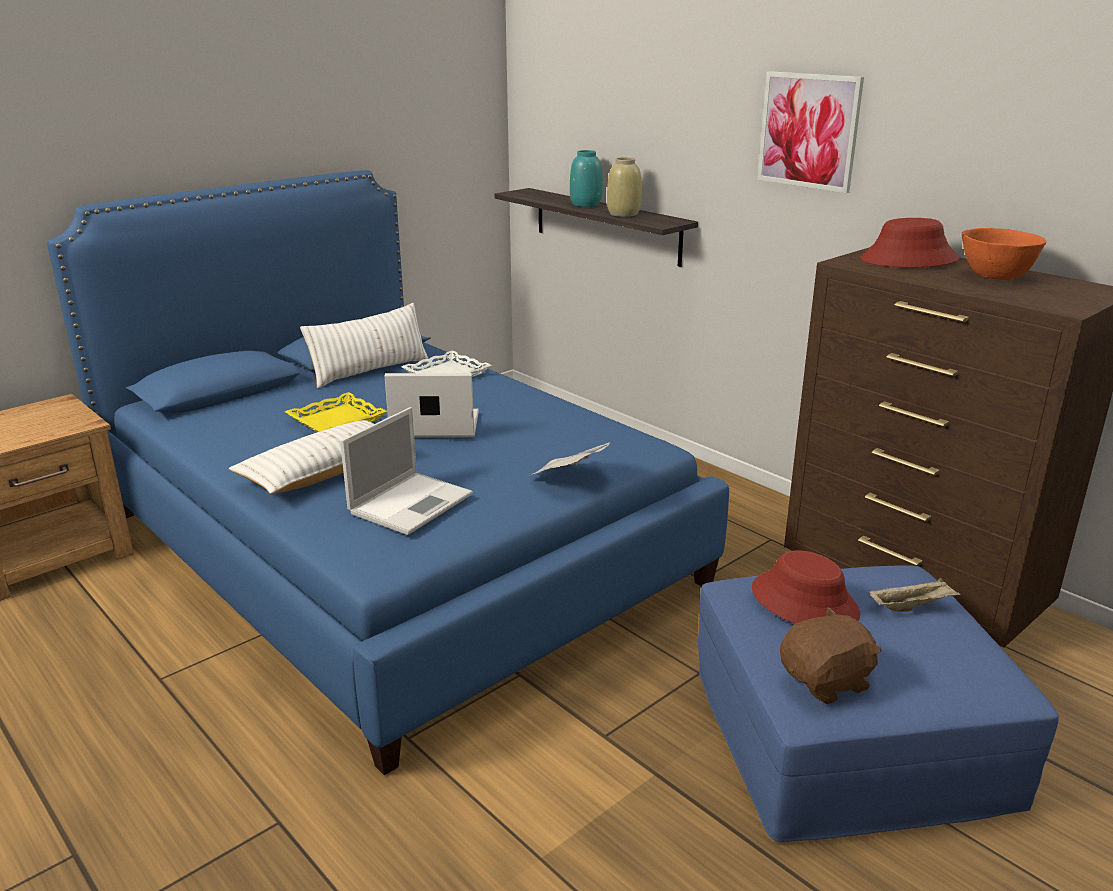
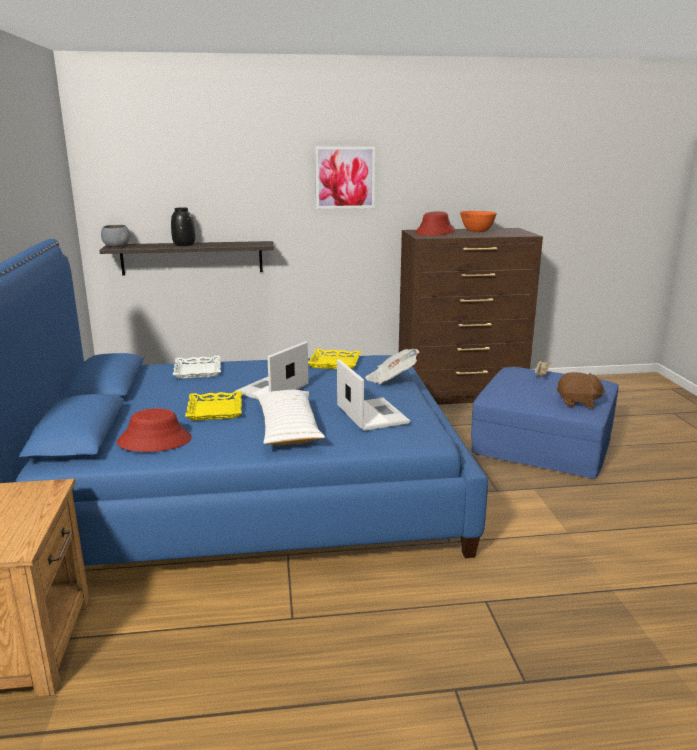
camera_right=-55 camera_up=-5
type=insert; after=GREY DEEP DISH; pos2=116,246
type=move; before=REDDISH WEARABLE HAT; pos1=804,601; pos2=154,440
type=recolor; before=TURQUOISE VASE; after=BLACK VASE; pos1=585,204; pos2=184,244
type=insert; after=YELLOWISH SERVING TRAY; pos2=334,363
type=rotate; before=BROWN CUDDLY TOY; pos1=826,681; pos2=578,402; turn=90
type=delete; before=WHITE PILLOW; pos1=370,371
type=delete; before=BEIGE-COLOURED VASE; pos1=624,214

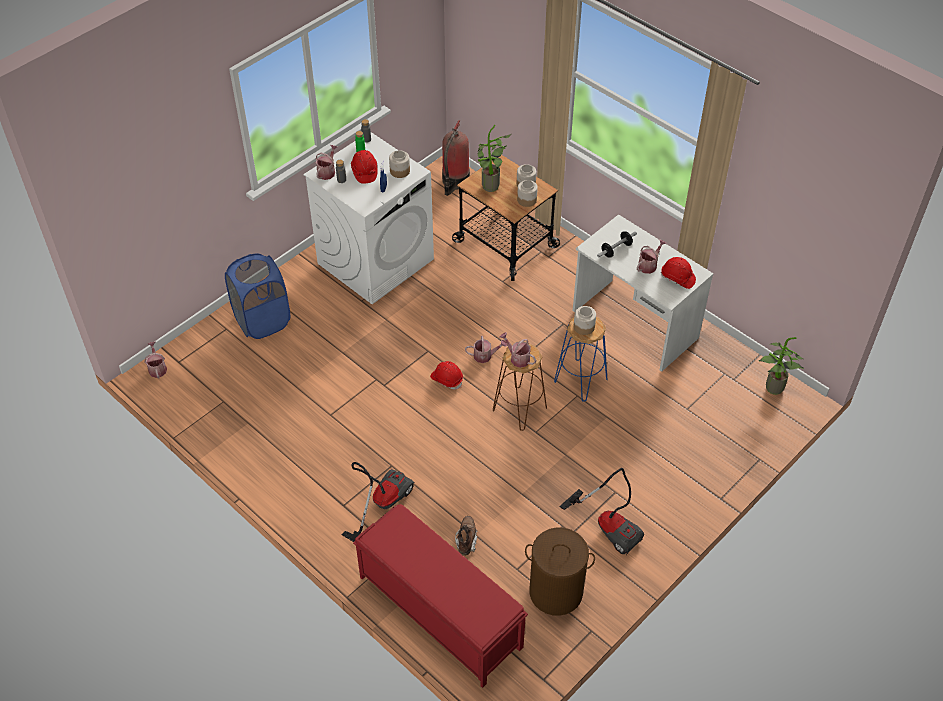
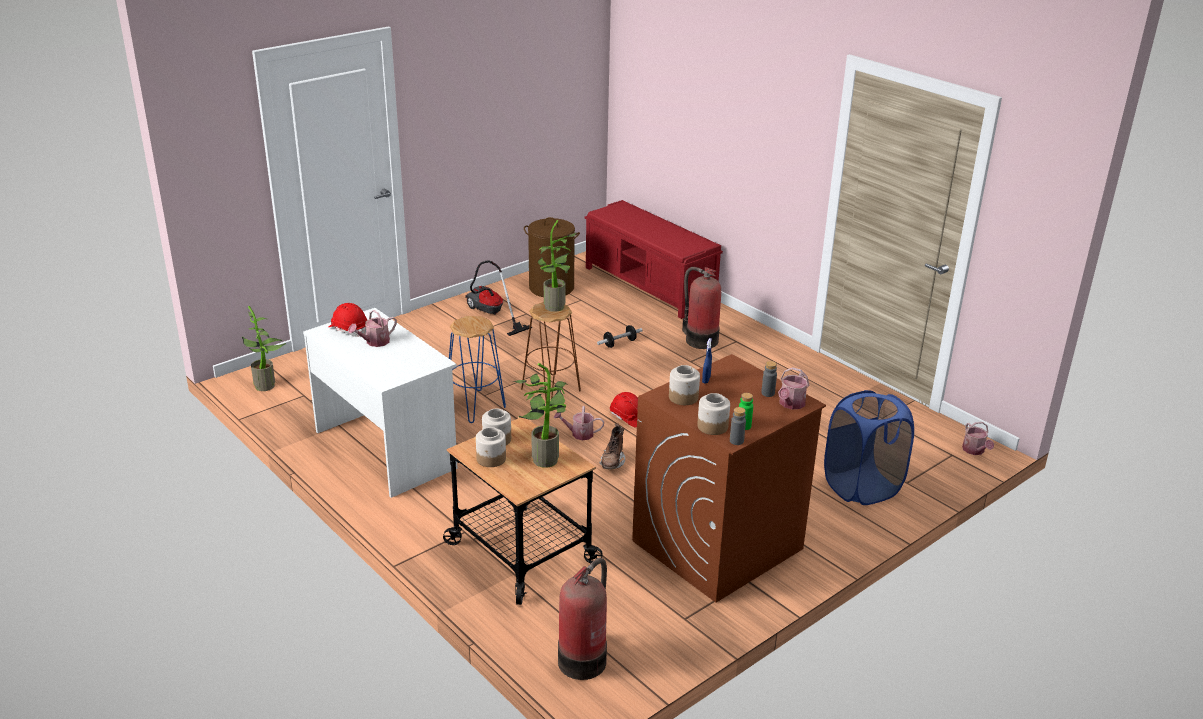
camera_right=-175 camera_up=-20
type=replace; before=WATERING POT; after=POTTED PLANT; pos1=517,358; pos2=556,308
type=move; before=HAND WEIGHT; pos1=616,250; pos2=619,343
type=move; before=BROWN HIGH-TOP BOOT; pos1=466,539; pos2=612,462
type=recolor; before=WHITE LAUNDRY APPLIANCE; after=BROWN LAUNDRY APPLIANCE; pos1=376,261; pos2=717,545
type=replace; before=VACUUM; after=FIRE EXTINGUISHER; pos1=381,504; pos2=699,339
type=move; before=STORAGE JAR; pos1=584,327; pos2=712,427
type=delete; before=REDDISH WORK HELMET; pos1=364,172

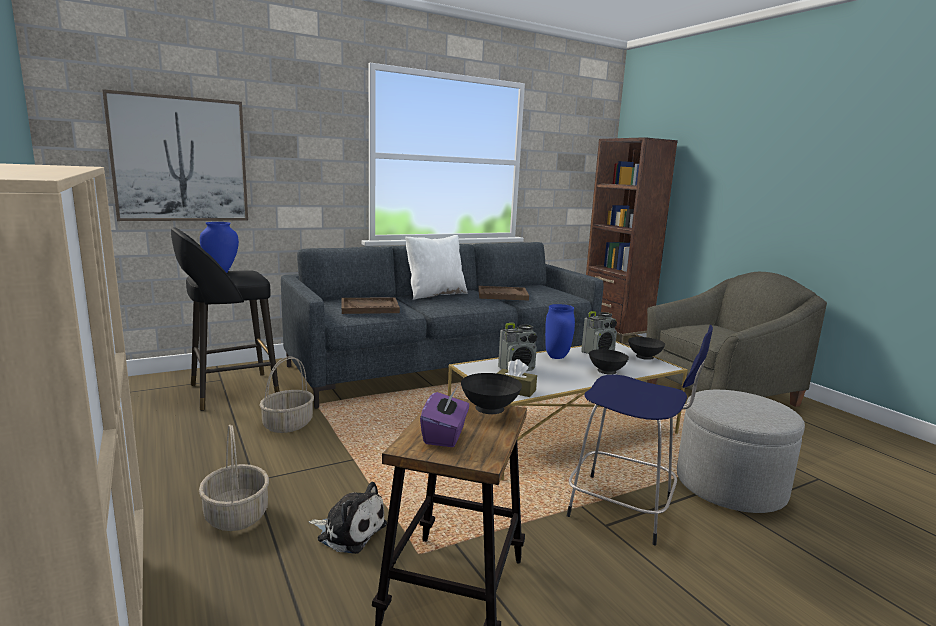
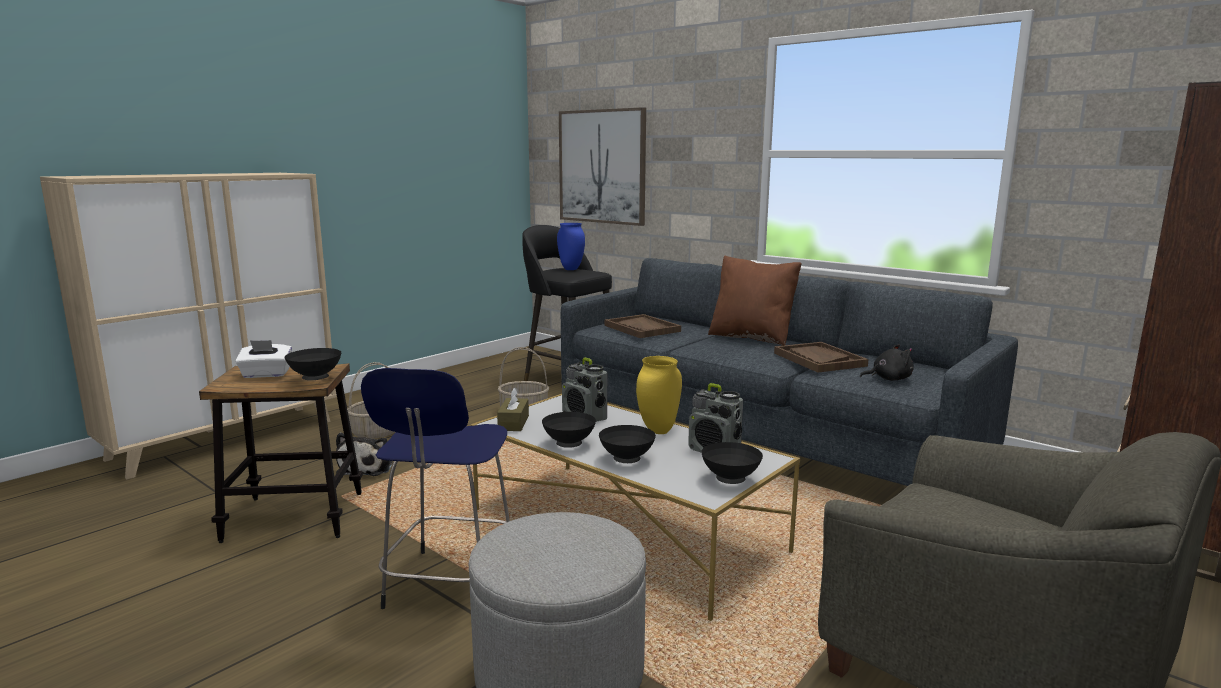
camera_right=70 camera_up=0
type=recolor; before=PURPLE-COLOURED BOX OF TISSUES; after=WHITE BOX OF TISSUES; pos1=445,435; pos2=266,374
type=insert; after=BLACK DEEP DISH; pos2=570,445
type=recolor; before=BLUE-COLOURED VASE; after=YELLOWISH VASE; pos1=556,357; pos2=657,430
type=recolor; before=WHITE PILLOW; after=BROWN PILLOW; pos1=435,294; pos2=752,338
type=insert; after=BLACK CUDDLY TOY; pos2=888,379

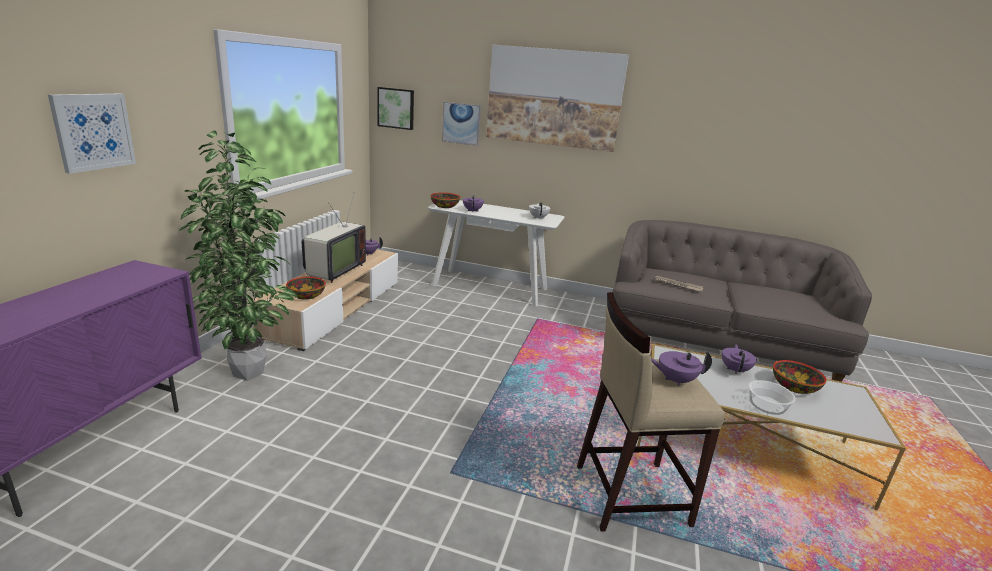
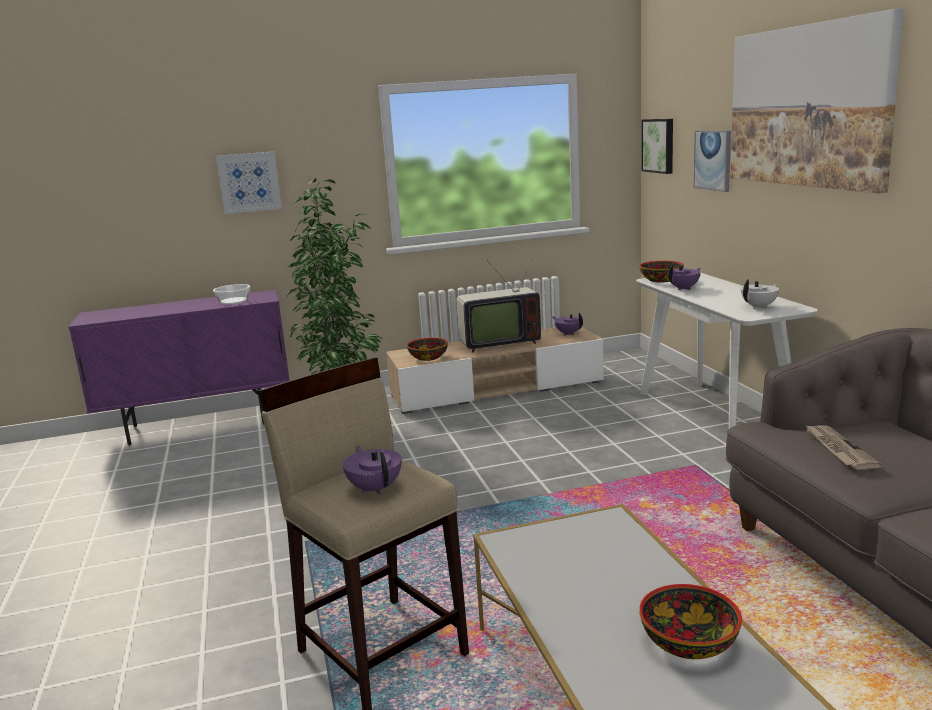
camera_right=60 camera_up=-5
type=move; before=DEEP DISH; pos1=767,405; pos2=233,300
type=delete; before=PURPLE-COLOURED POT FOR TEA; pos1=735,370

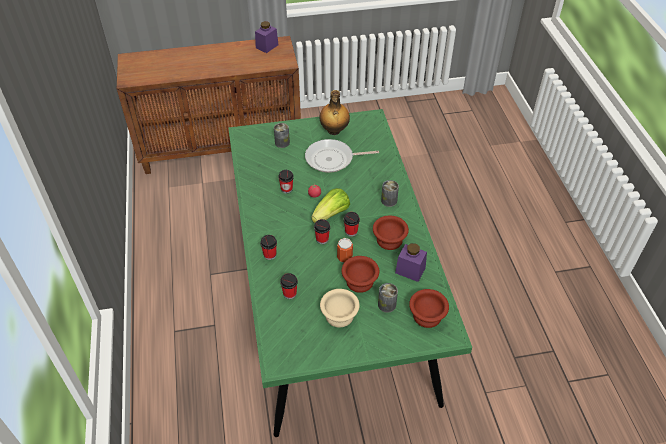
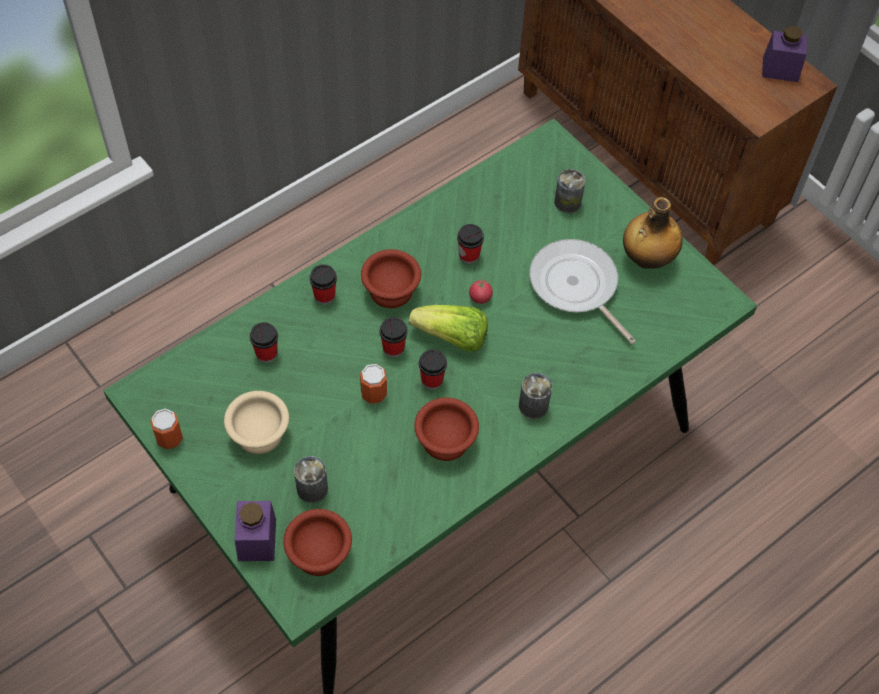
camera_right=60 camera_up=10
type=insert; after=SEALED CAN; pos2=169,438
type=move; before=PURPLE-COLOURED STORAGE JAR; pos1=410,270; pos2=257,539
type=move; before=BROWN DEEP DISH; pos1=360,282; pos2=390,292

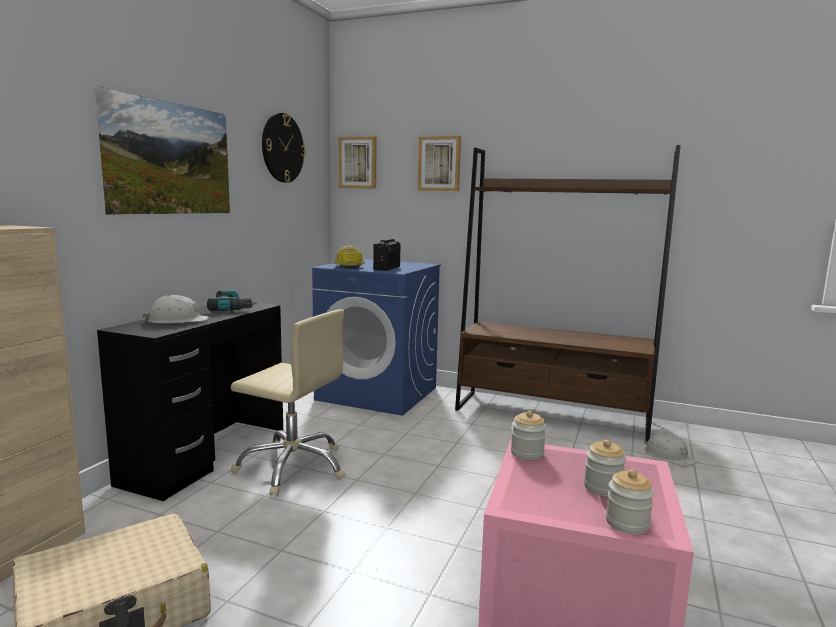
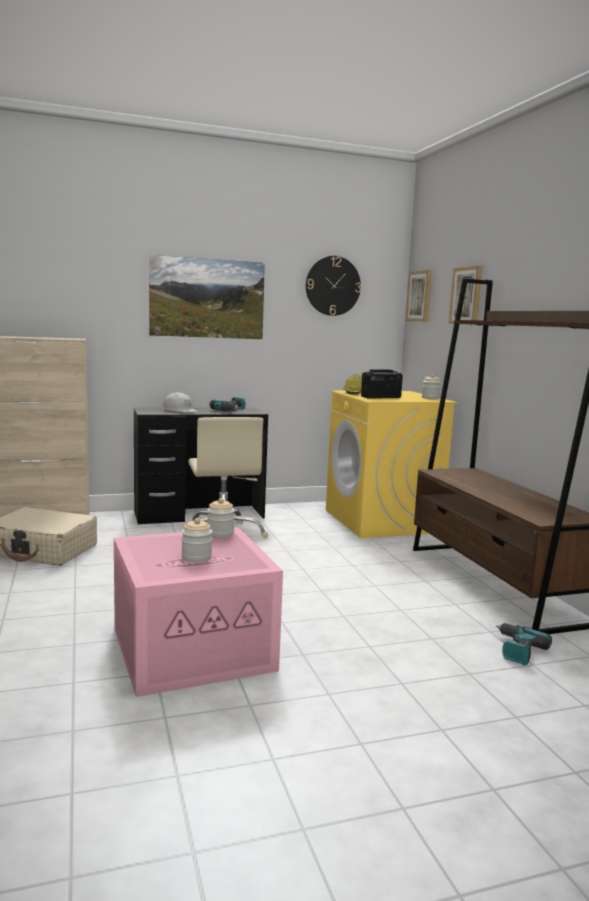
camera_right=50 camera_up=0
type=recolor; before=BLUE-COLOURED LAUNDRY APPLIANCE; after=YELLOWISH LAUNDRY APPLIANCE; pos1=378,393; pos2=382,521
type=move; before=STORAGE JAR; pos1=627,523; pos2=430,398
type=replace; before=WHITE WORK HELMET; after=POWER DRILL; pos1=668,456; pos2=517,650

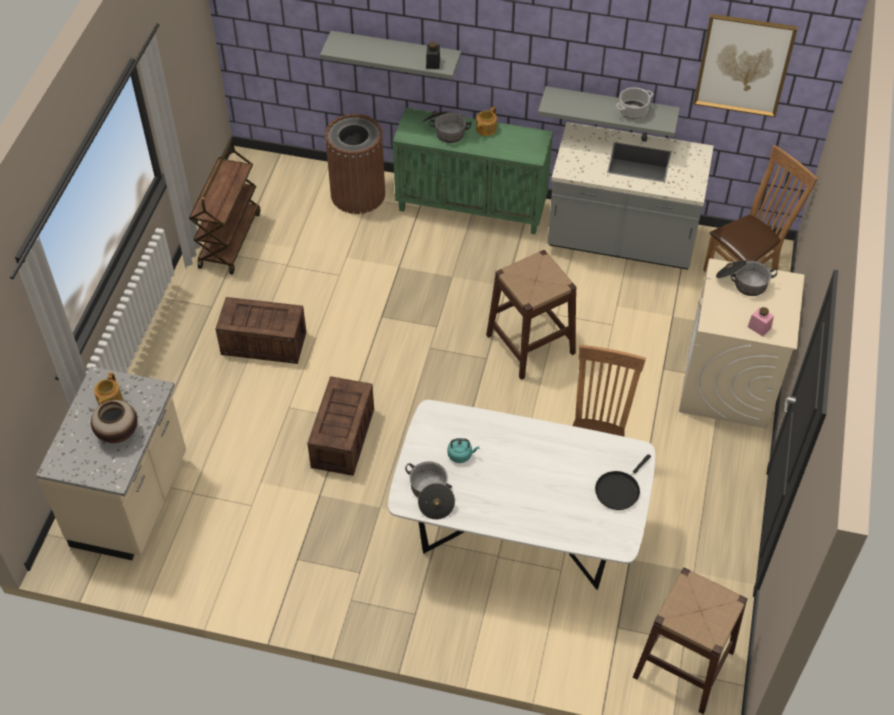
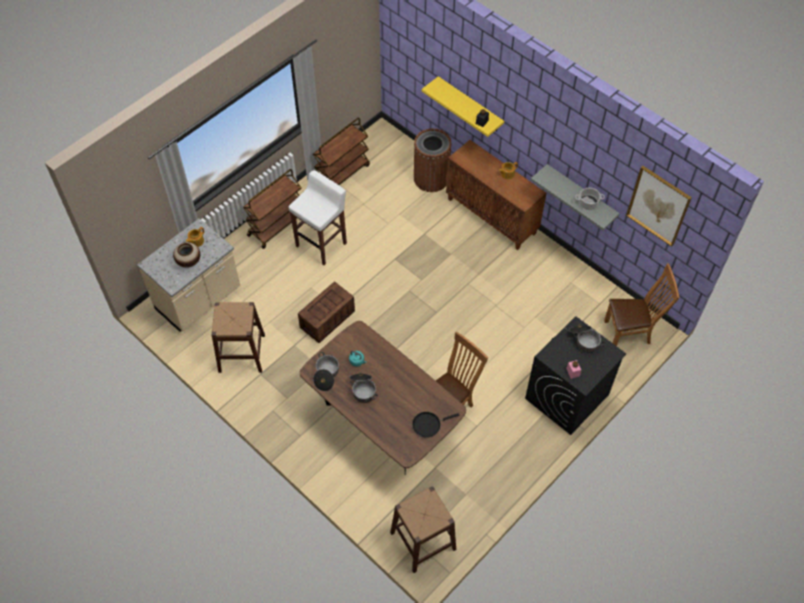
camera_right=30 camera_up=5
type=move; before=BROWN STOOL SEAT; pos1=530,344; pos2=241,353
type=insert; after=BROWN TROLLEY; pos2=276,225
type=replace; before=SHIPPING CRATE; after=WHITE STOOL SEAT; pos1=265,343; pos2=322,244
type=recolor; before=WHITE DINNER TABLE; after=BROWN DINNER TABLE; pos1=517,537; pos2=382,423
type=move; before=COOKING POT; pos1=445,131; pos2=363,389
type=recolor; before=GREY BRACKET SHELF; after=YELLOWISH BRACKET SHELF; pos1=396,52; pos2=470,105
type=recolor; before=GREENISH STORAGE CABINET; after=BROWN STORAGE CABINET; pos1=472,207; pos2=492,216
type=recolor; before=BEIGE-COLOURED LAUNDRY APPLIANCE; after=BLACK LAUNDRY APPLIANCE; pos1=728,384; pos2=566,397
type=delete; before=GREY KITCHEN COUNTER; pos1=621,241

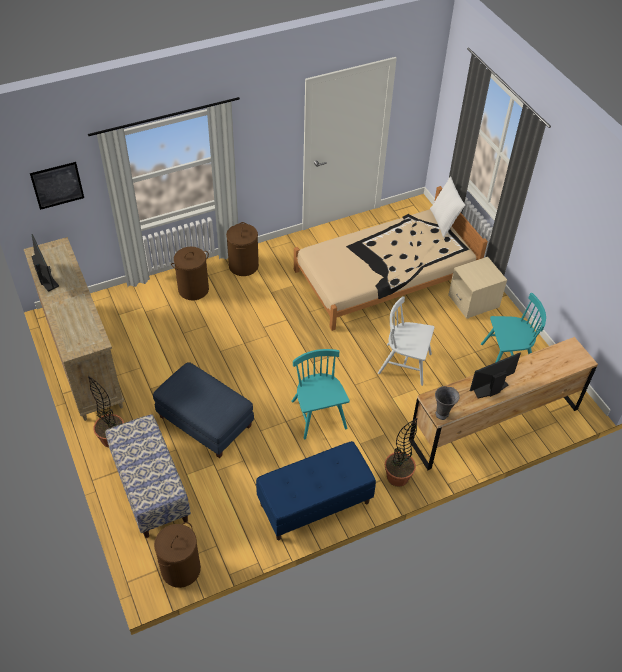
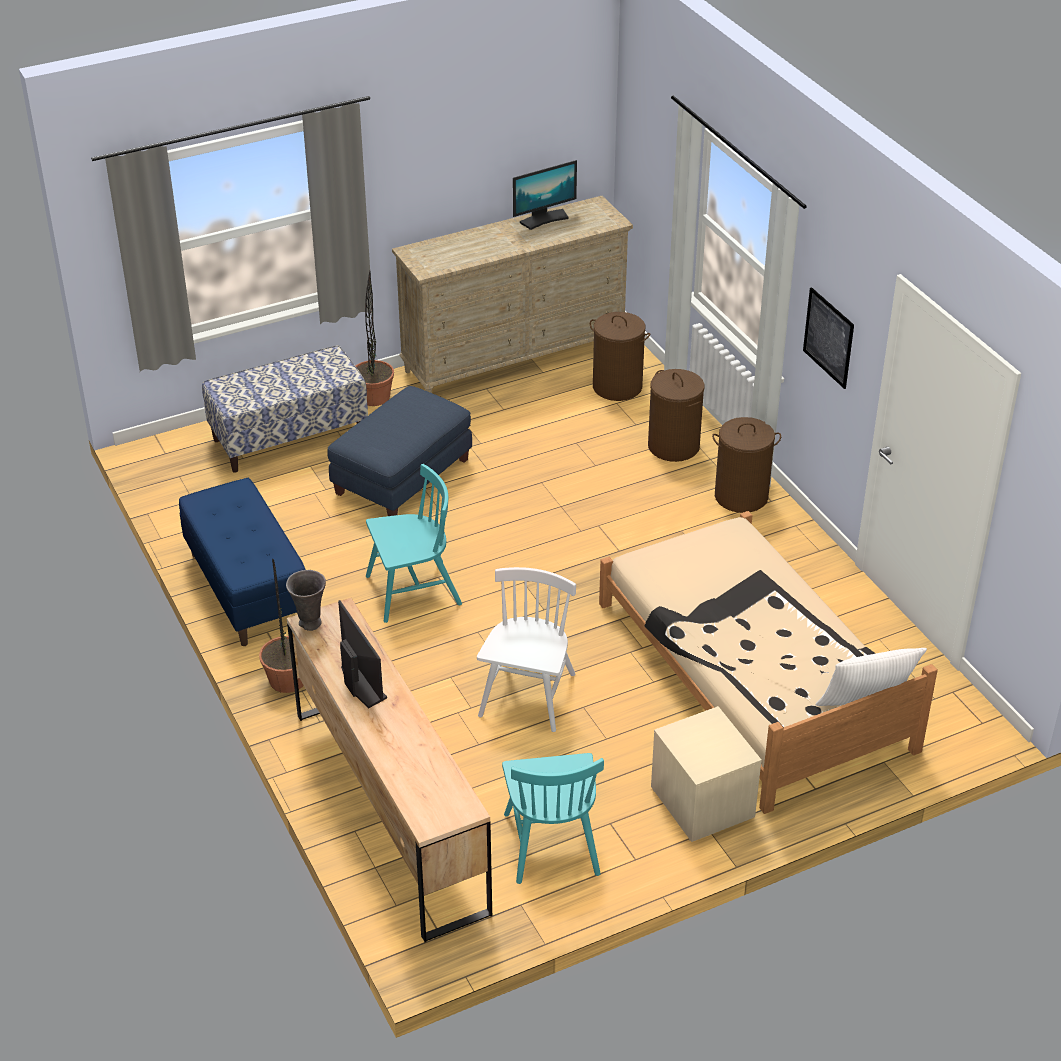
camera_right=90 camera_up=-10
type=move; before=BROWN WASHING BASKET; pos1=181,569; pos2=617,387
type=move; before=WALL ART; pos1=57,185; pos2=828,337

